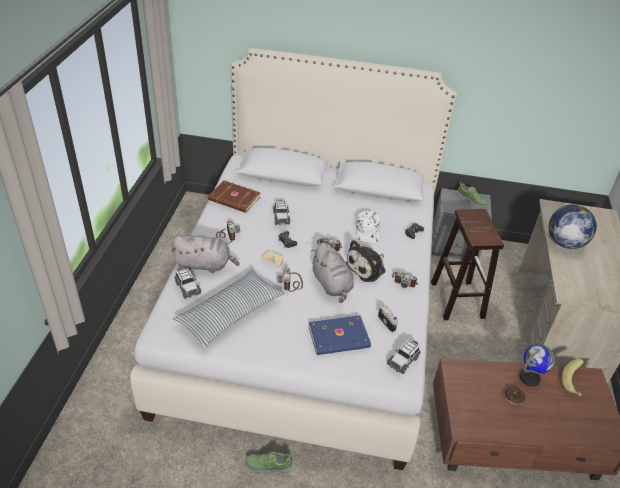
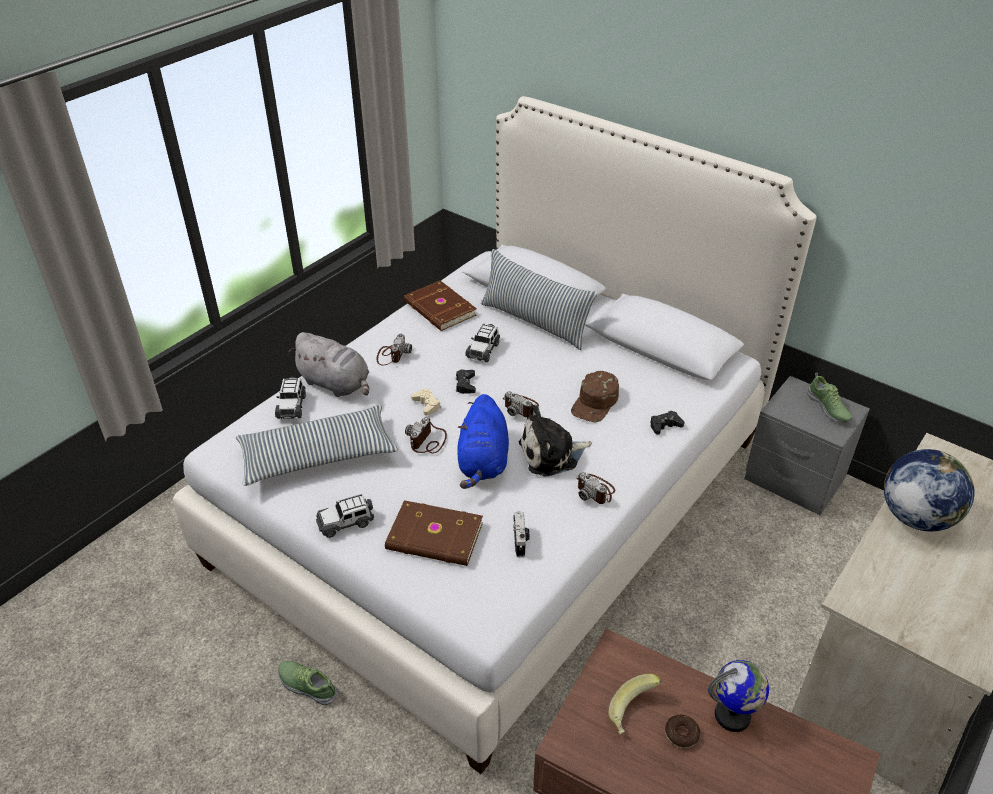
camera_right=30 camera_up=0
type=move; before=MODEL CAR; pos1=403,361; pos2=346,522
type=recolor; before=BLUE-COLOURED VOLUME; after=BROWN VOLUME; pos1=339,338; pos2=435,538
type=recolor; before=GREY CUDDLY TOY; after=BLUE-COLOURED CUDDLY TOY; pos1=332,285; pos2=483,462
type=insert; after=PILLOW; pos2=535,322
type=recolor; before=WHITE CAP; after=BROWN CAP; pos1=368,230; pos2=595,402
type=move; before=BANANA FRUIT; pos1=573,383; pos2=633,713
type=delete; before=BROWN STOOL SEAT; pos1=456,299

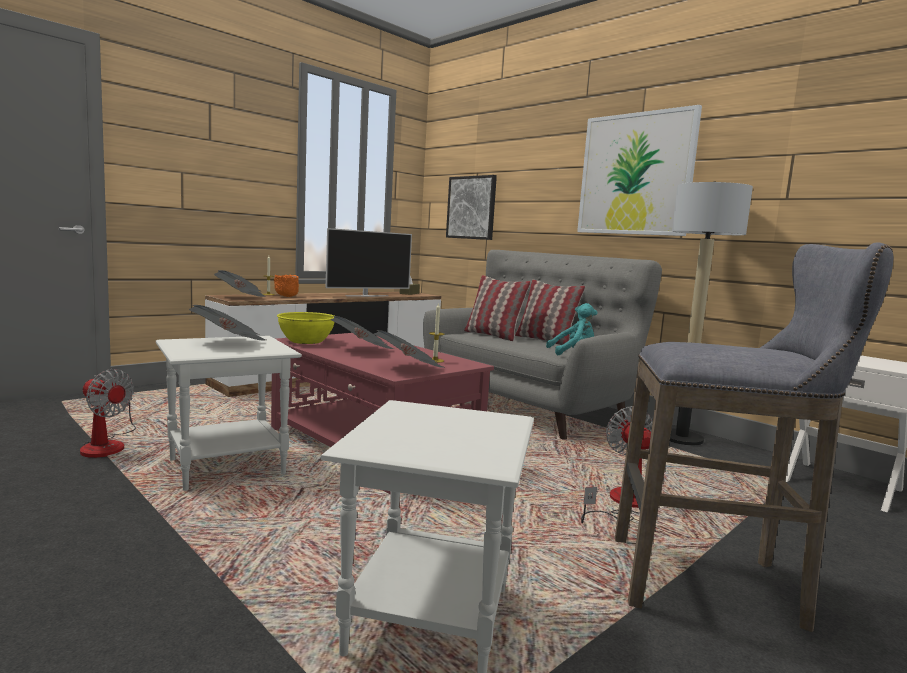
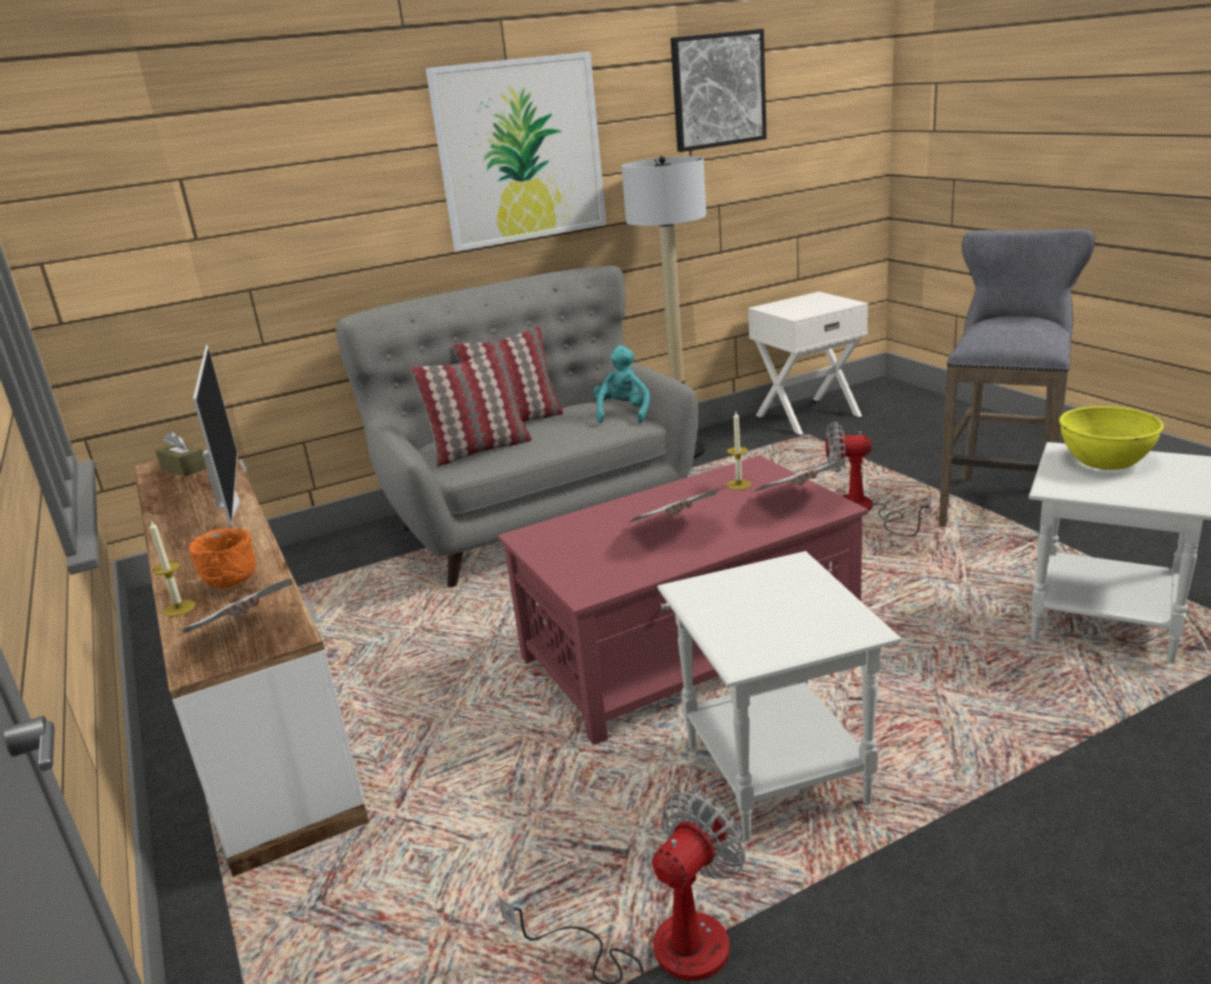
camera_right=-70 camera_up=15
type=move; before=WALL ART; pos1=471,207; pos2=718,90
type=move; before=YELLOWISH DEEP DISH; pos1=306,341; pos2=1105,460
type=delete; before=PRINTED PAPER; pos1=230,343

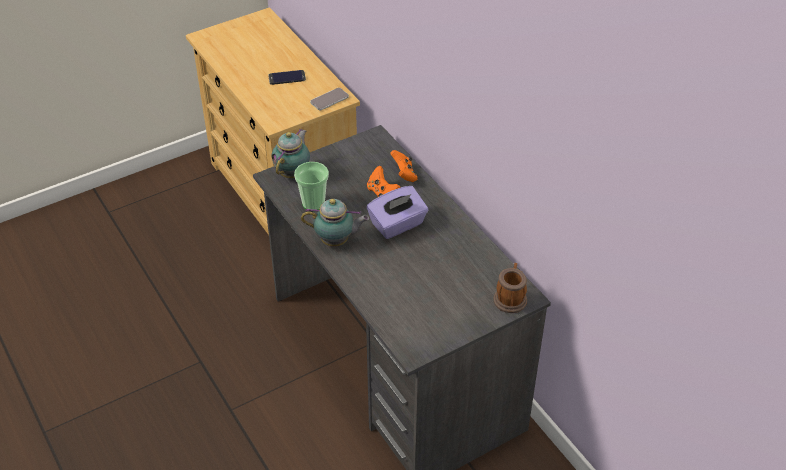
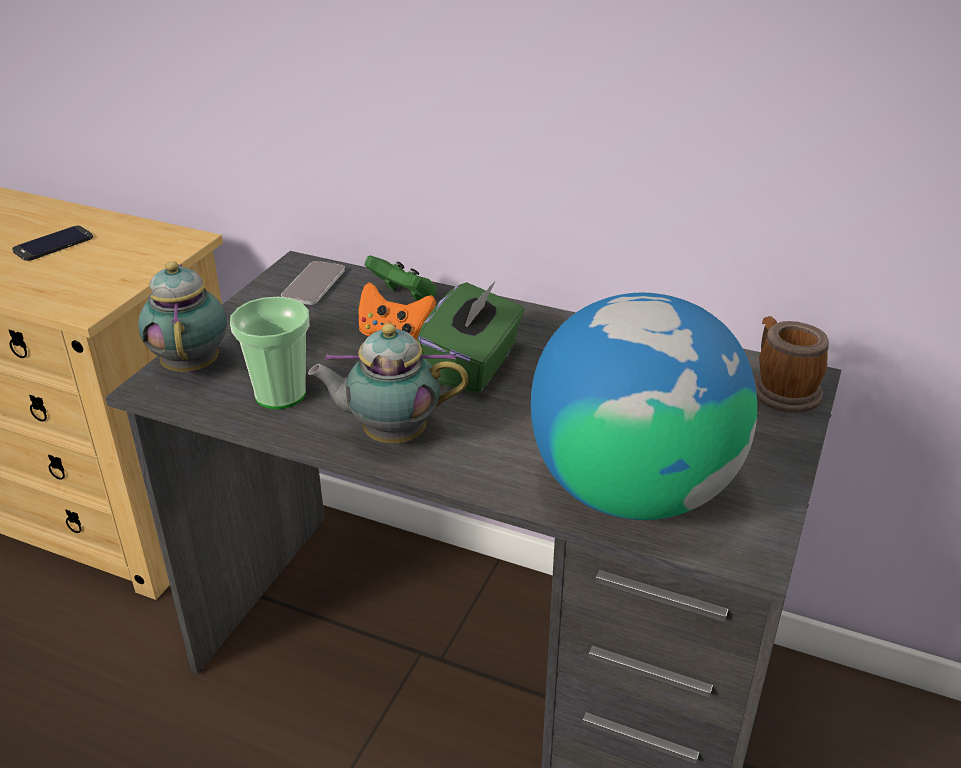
camera_right=-35 camera_up=-10
type=move; before=PHONE; pos1=329,100; pos2=314,284
type=rotate; before=POT FOR TEA; pos1=336,241; pos2=390,435; turn=-150
type=recolor; before=ORANGE-COLOURED GAME CONTROLLER; after=GREENISH GAME CONTROLLER; pos1=404,175; pos2=404,297
type=recolor; before=PURPLE-COLOURED BOX OF TISSUES; after=GREENISH BOX OF TISSUES; pos1=397,225; pos2=473,366
type=insert; after=WORLD GLOBE; pos2=631,489

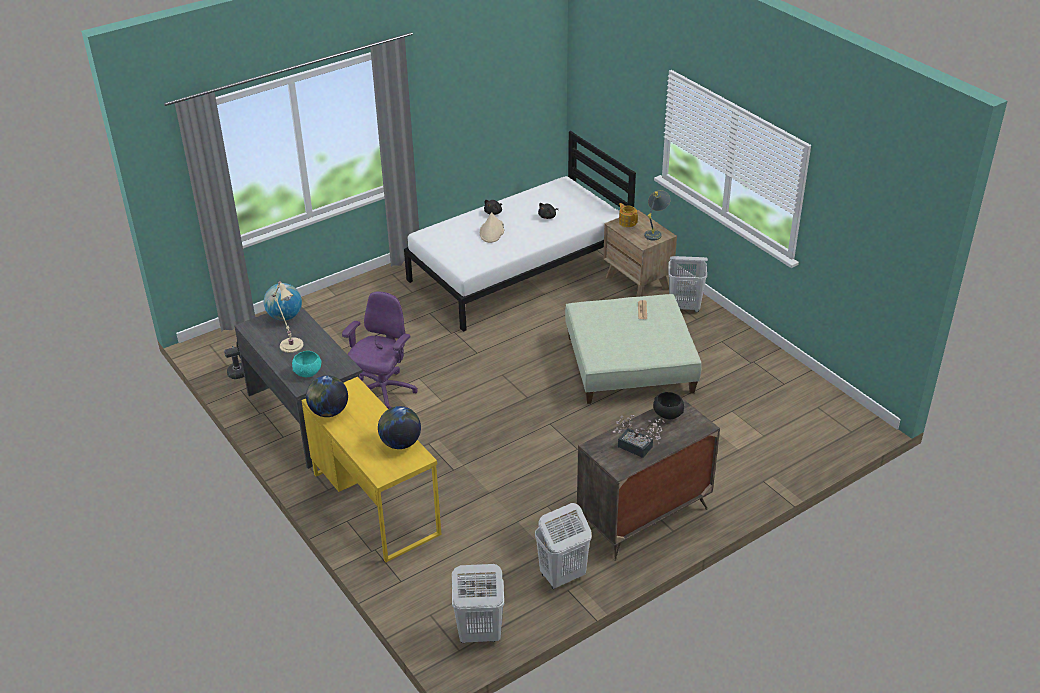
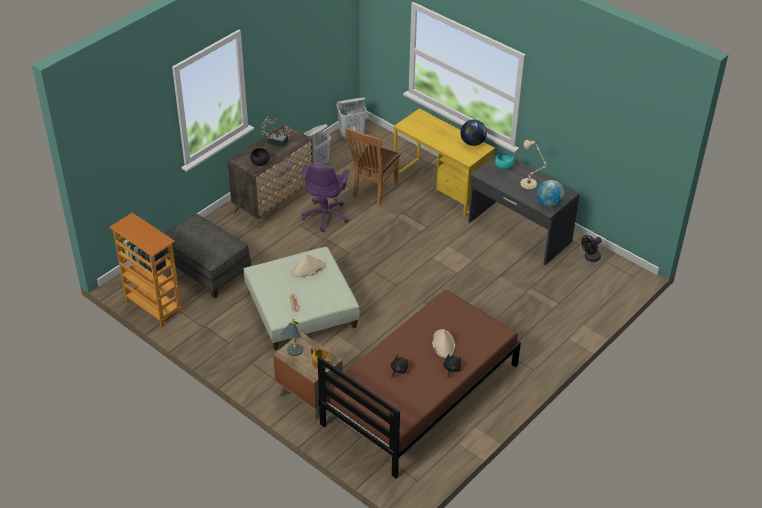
camera_right=165 camera_up=5
type=insert; after=BOOKCASE; pos2=153,307
type=insert; after=GREY POUFFE; pos2=206,270
type=insert; after=BEIGE-COLOURED WEARABLE HAT; pos2=308,268
type=move; before=PURPLE-COLOURED OFFICE CHAIR; pos1=382,392; pos2=326,216
type=recolor; before=WHITE BEDROOM BED; after=BROWN BEDROOM BED; pos1=520,270; pos2=420,394
type=insert; after=BROWN CHAIR; pos2=373,191
type=delete; before=WORLD GLOBE; pos1=400,443
type=delete; before=WHITE WASHING BASKET; pos1=684,307

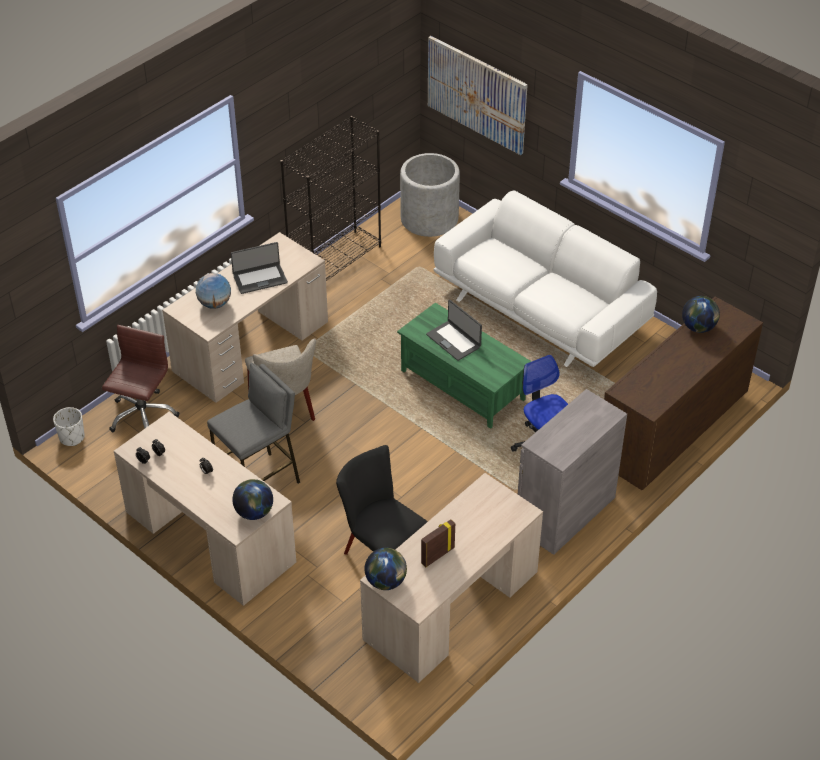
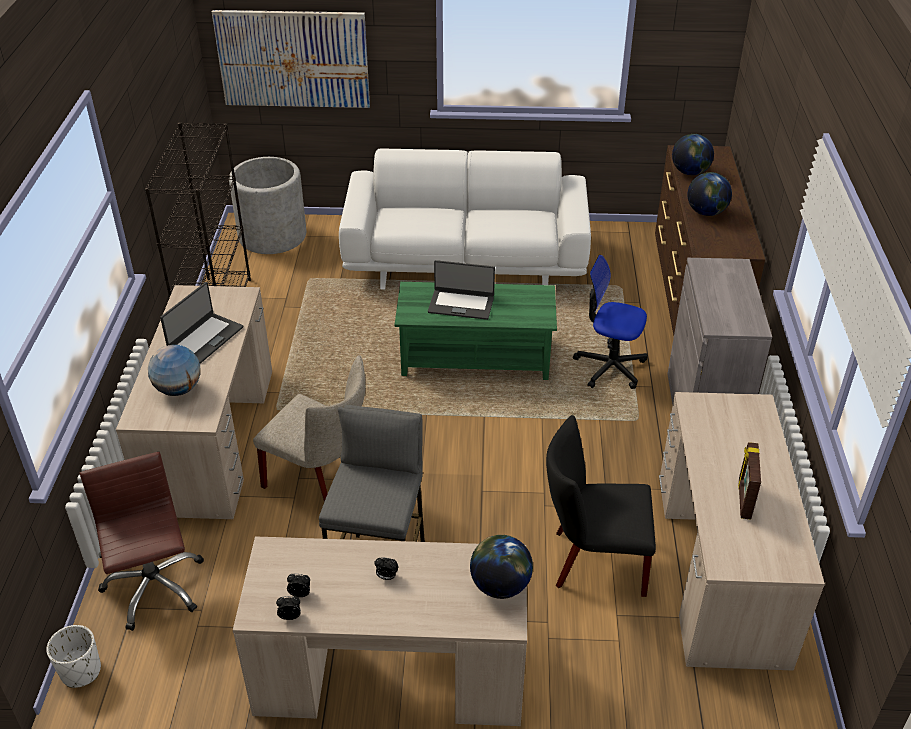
camera_right=-40 camera_up=-5
type=move; before=WORLD GLOBE; pos1=386,581; pos2=706,212

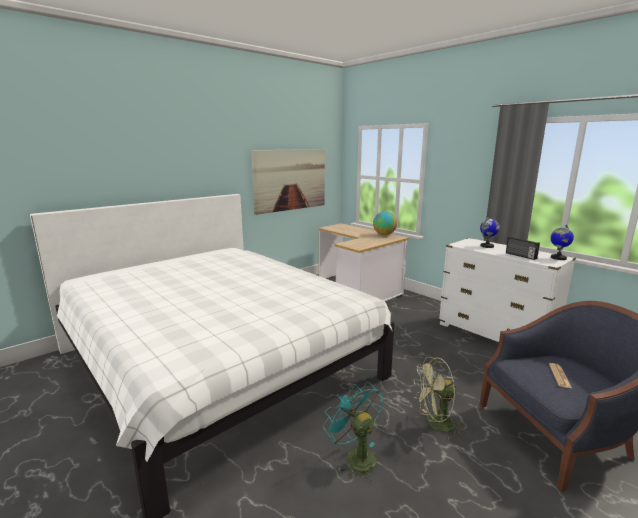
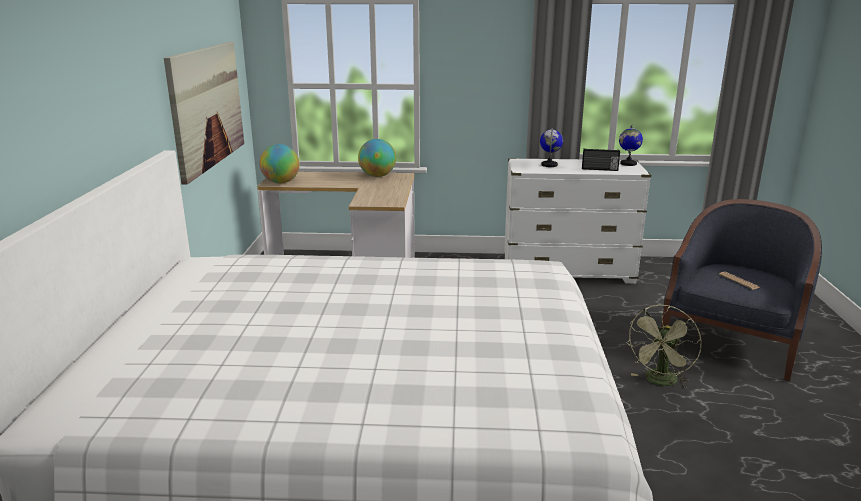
camera_right=-45 camera_up=5
type=insert; after=WORLD GLOBE; pos2=281,182
type=delete; before=TURQUOISE ELECTRIC FAN; pos1=355,456

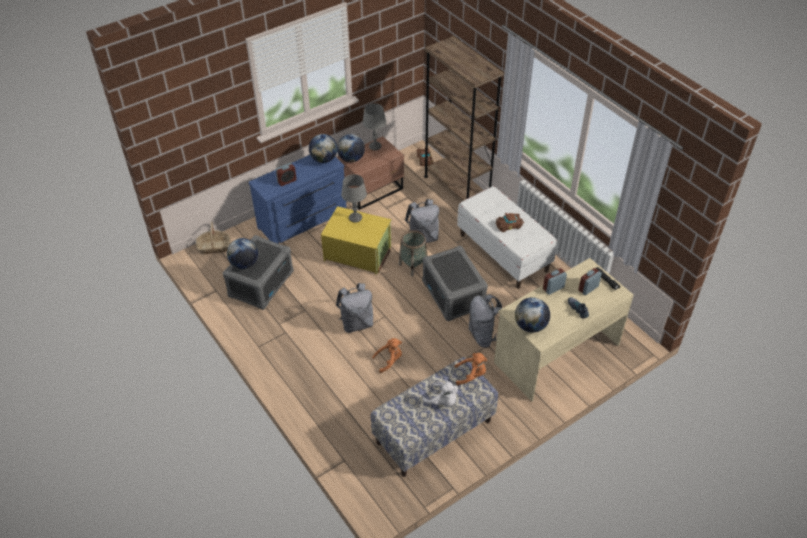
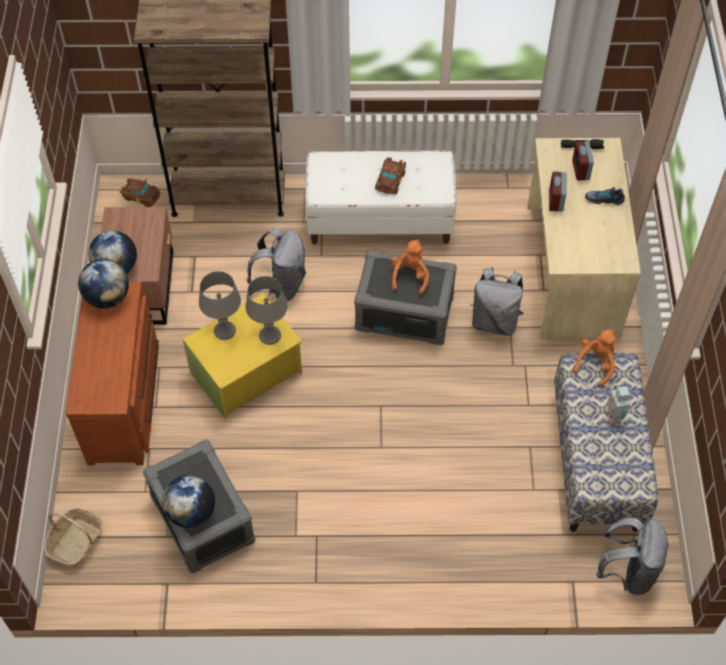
camera_right=-55 camera_up=10
type=recolor; before=BLUE-COLOURED DRAWER CHEST; after=BROWN DRAWER CHEST; pos1=303,220; pos2=126,400
type=move; before=GREY TABLE LAMP; pos1=375,146; pos2=270,335
type=move; before=ORANGE-COLOURED CUDDLY TOY; pos1=389,360; pos2=409,276
type=move; before=GREY RUCKSACK; pos1=356,323; pos2=628,571
type=replace; before=WHITE CUDDLY TOY; after=ROBOT FIGURE; pos1=443,401; pos2=614,416
type=delete; before=BEDSIDE CLOCK; pos1=286,181
type=delete; before=STORAGE BASKET; pos1=413,265
type=delete; before=WORLD GLOBE; pos1=530,326

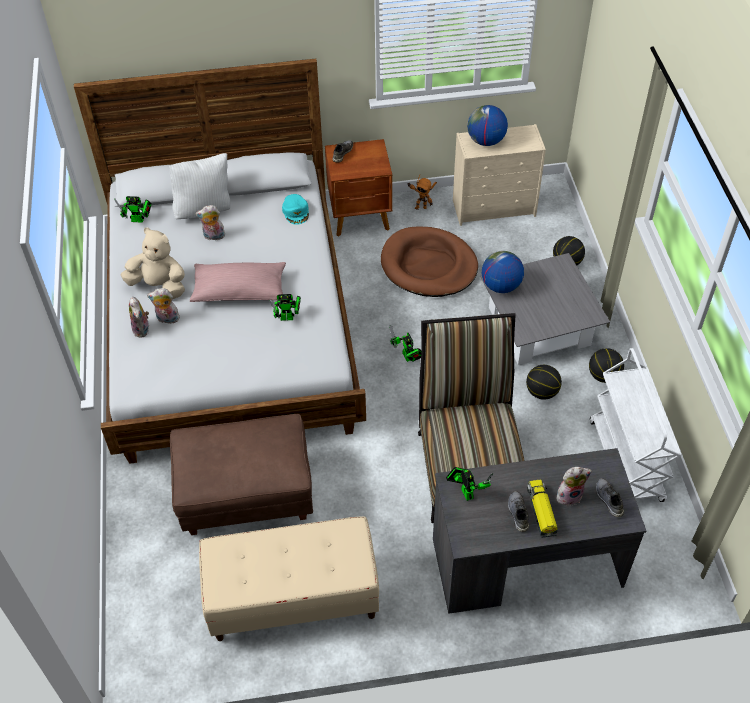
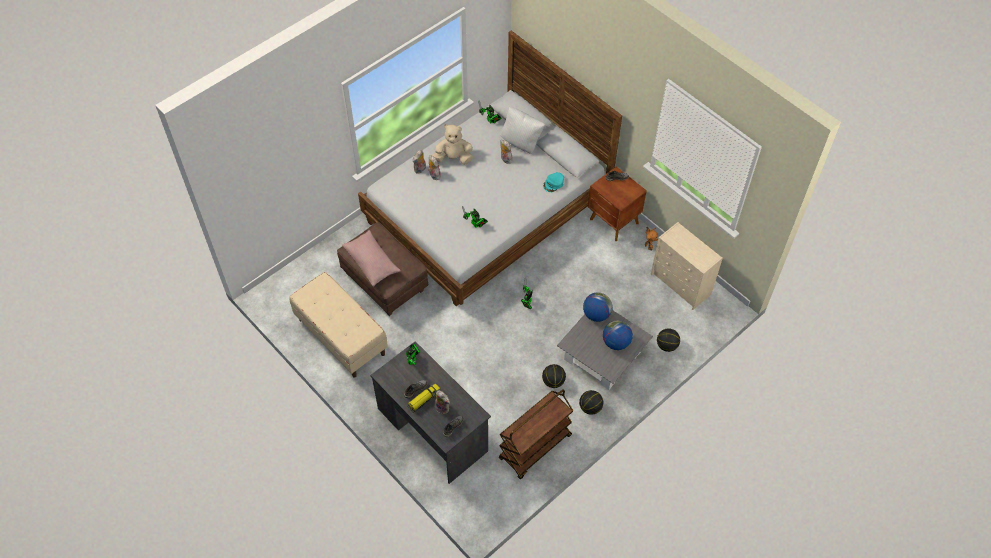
camera_right=55 camera_up=5
type=move; before=PINK PILLOW; pos1=240,291; pos2=372,263
type=rotate; before=BEIGE-COLOURED CUDDLY TOY; pos1=159,286; pos2=453,158; turn=-75
type=recolor; before=WHITE TROLLEY; after=BROWN TROLLEY; pos1=626,461; pos2=535,448
type=move; before=WORLD GLOBE; pos1=486,141; pos2=616,342
type=delete; before=BROWN PET BED; pos1=428,265
type=delete; before=CHAIR; pos1=469,463

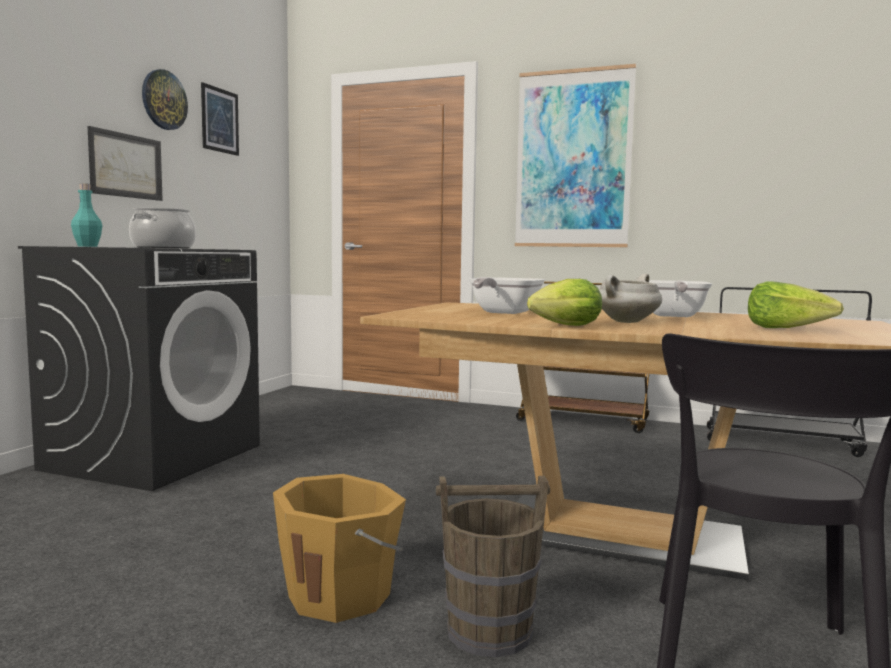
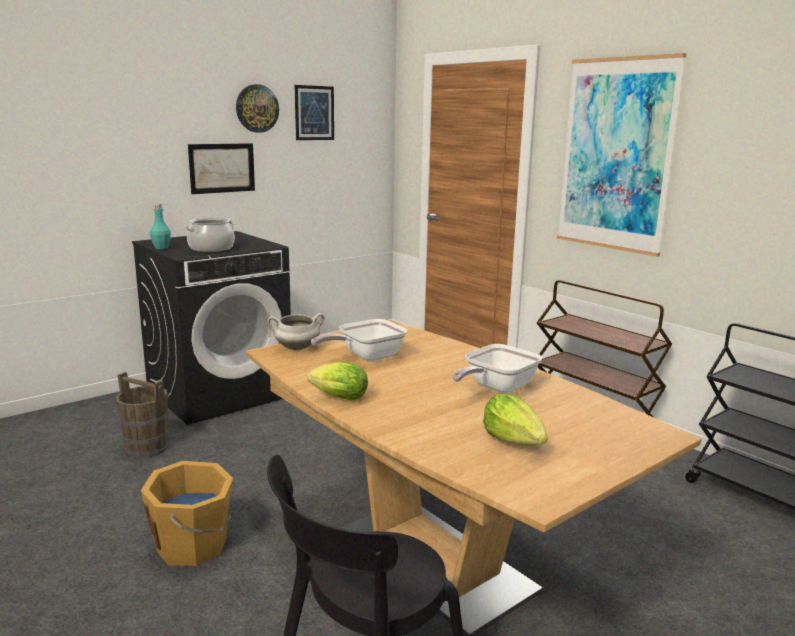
camera_right=30 camera_up=10
type=move; before=BROWN WATER BUCKET; pos1=490,631; pos2=147,448
type=move; before=WHITE COOKING POT; pos1=627,322; pos2=296,348

